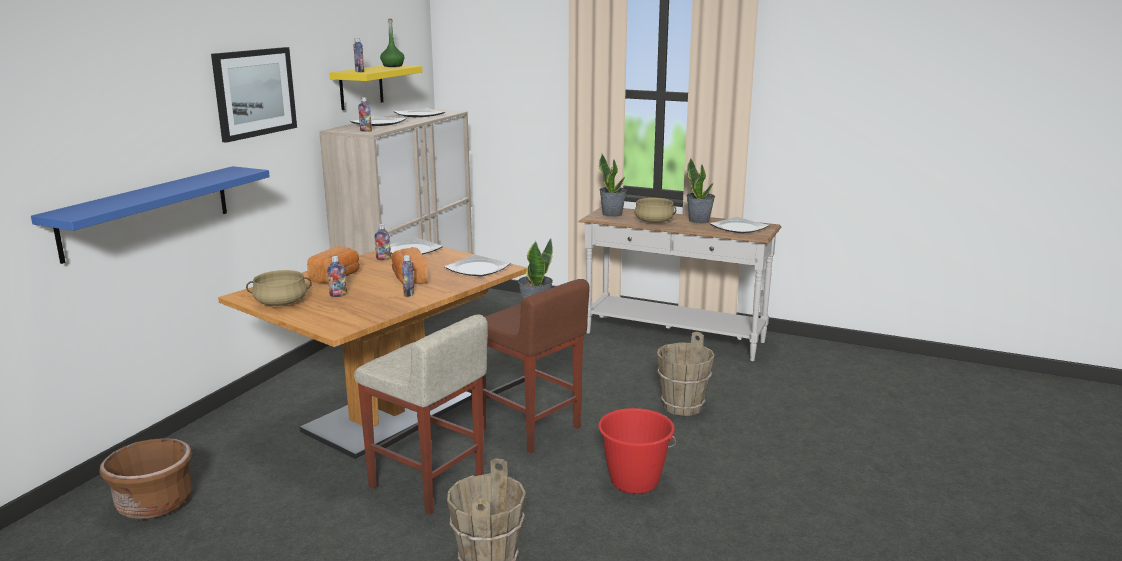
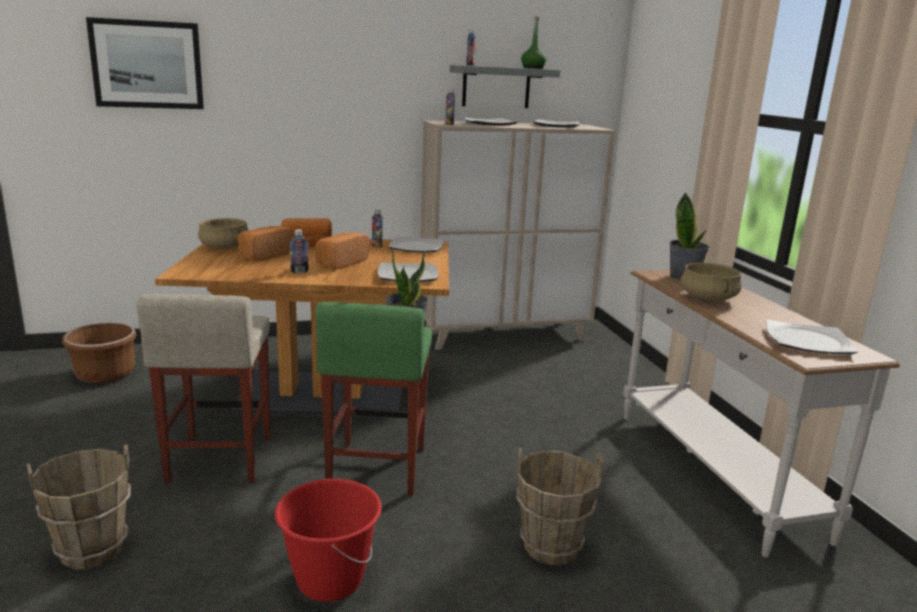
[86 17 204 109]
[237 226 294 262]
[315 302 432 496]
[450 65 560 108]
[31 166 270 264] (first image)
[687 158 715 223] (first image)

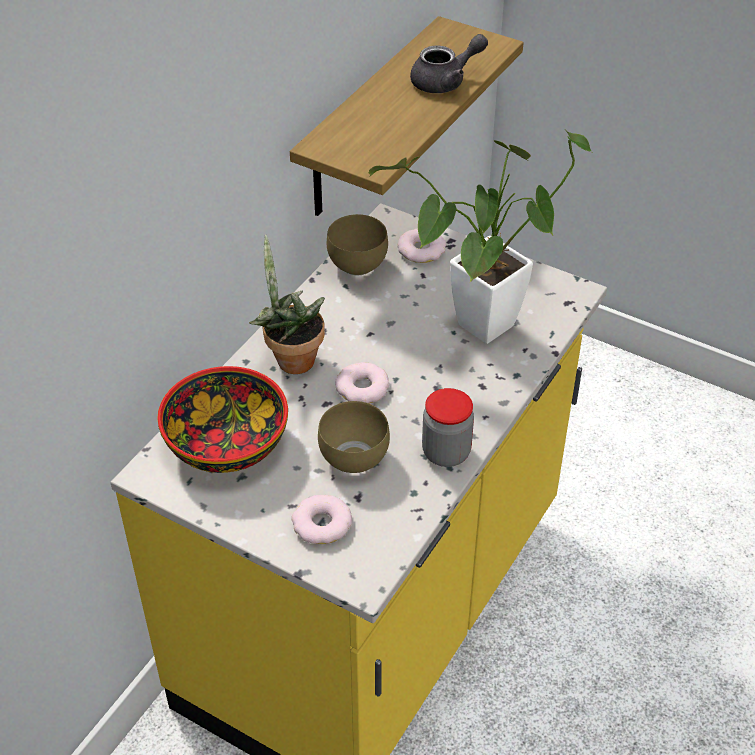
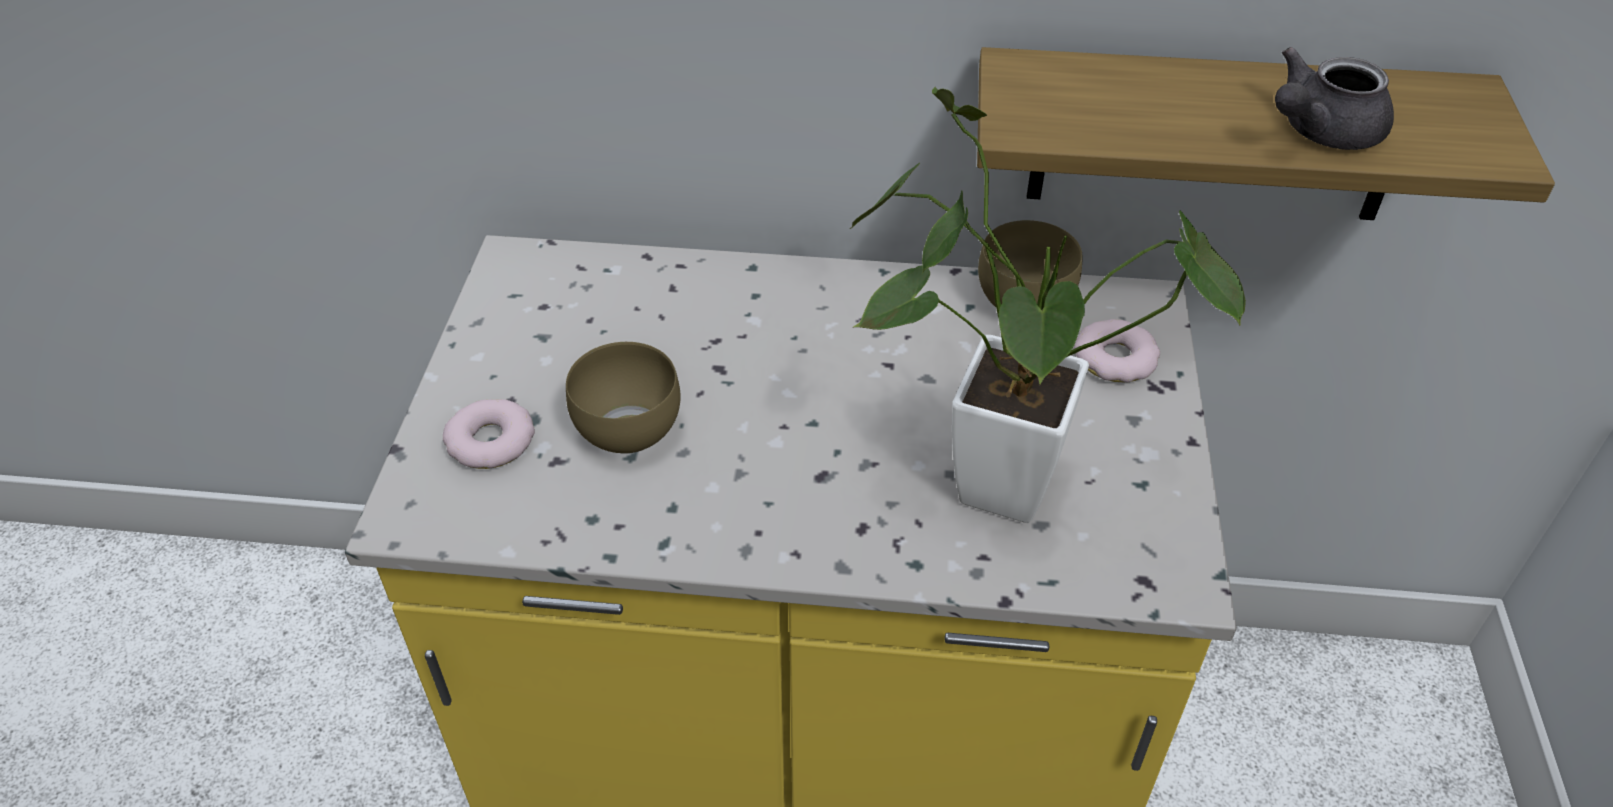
[1275 47 1394 150]
[157 366 288 473] (first image)
[249 235 325 374] (first image)
[335 362 389 404] (first image)
[422 388 474 467] (first image)

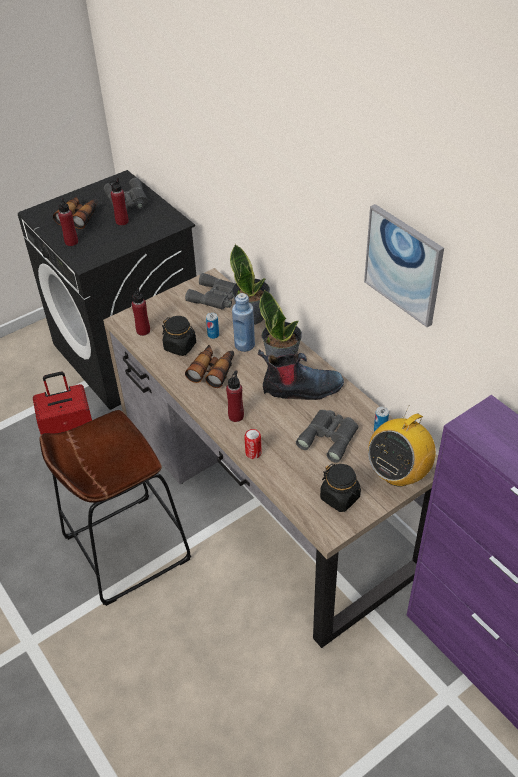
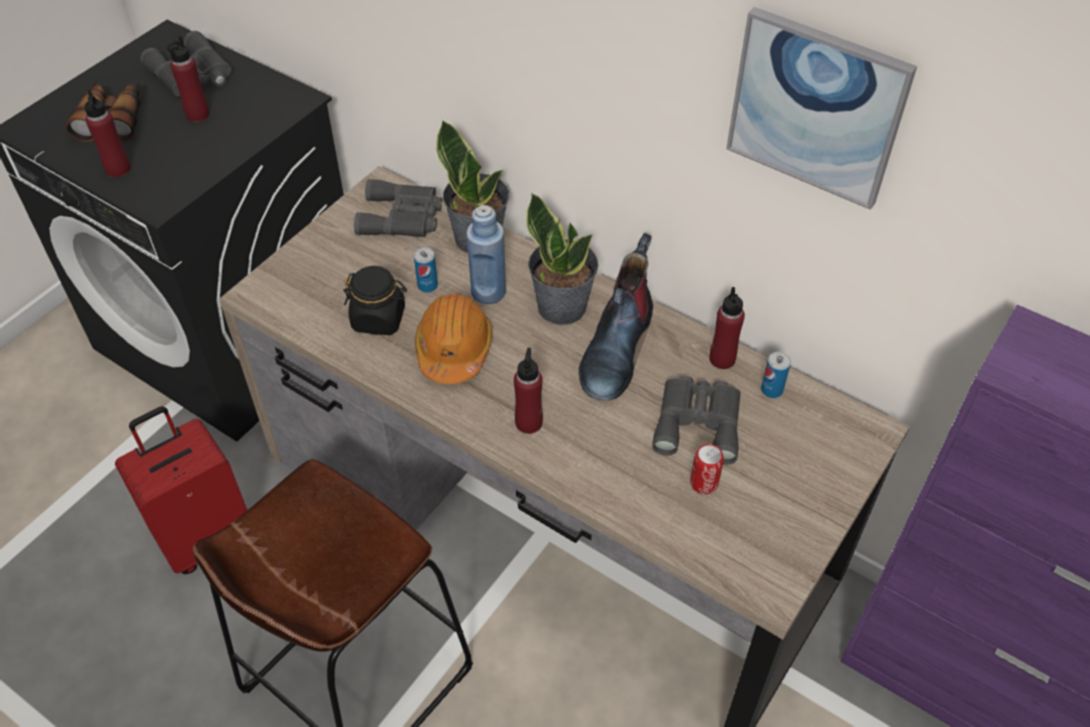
[415 293 492 384]
[579 233 653 401]
[690 444 724 494]
[709 287 745 369]
[320 464 361 512] (first image)
[368 405 436 486] (first image)

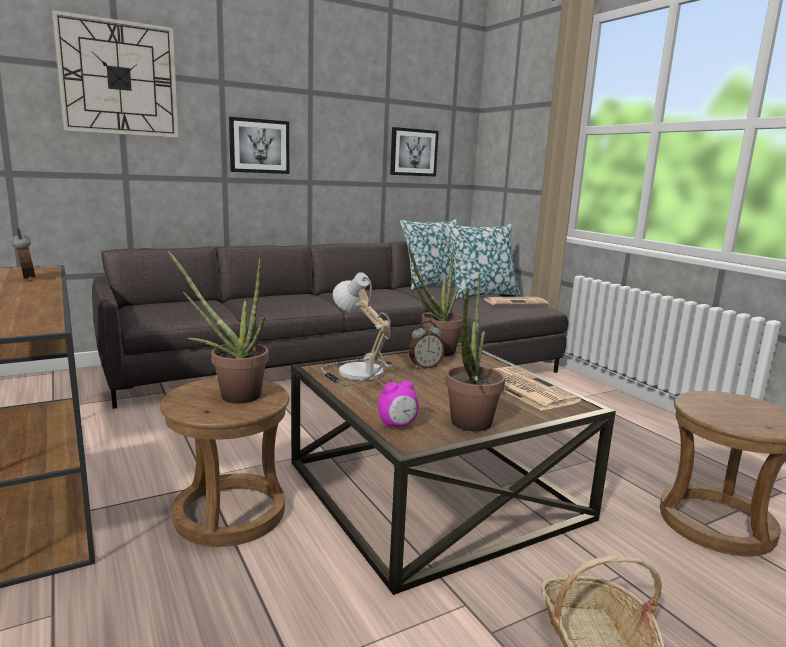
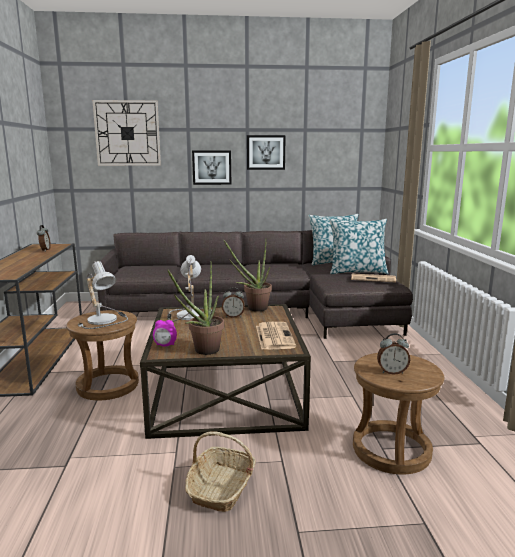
[78 261 128 329]
[247 135 286 170]
[377 333 410 375]

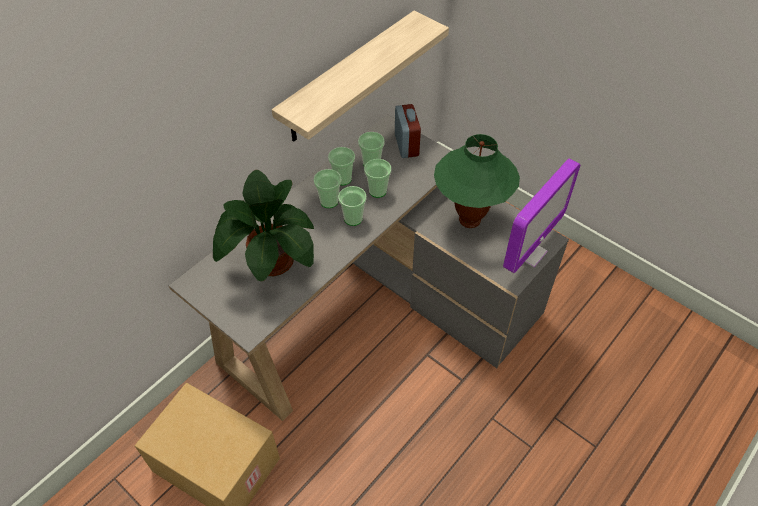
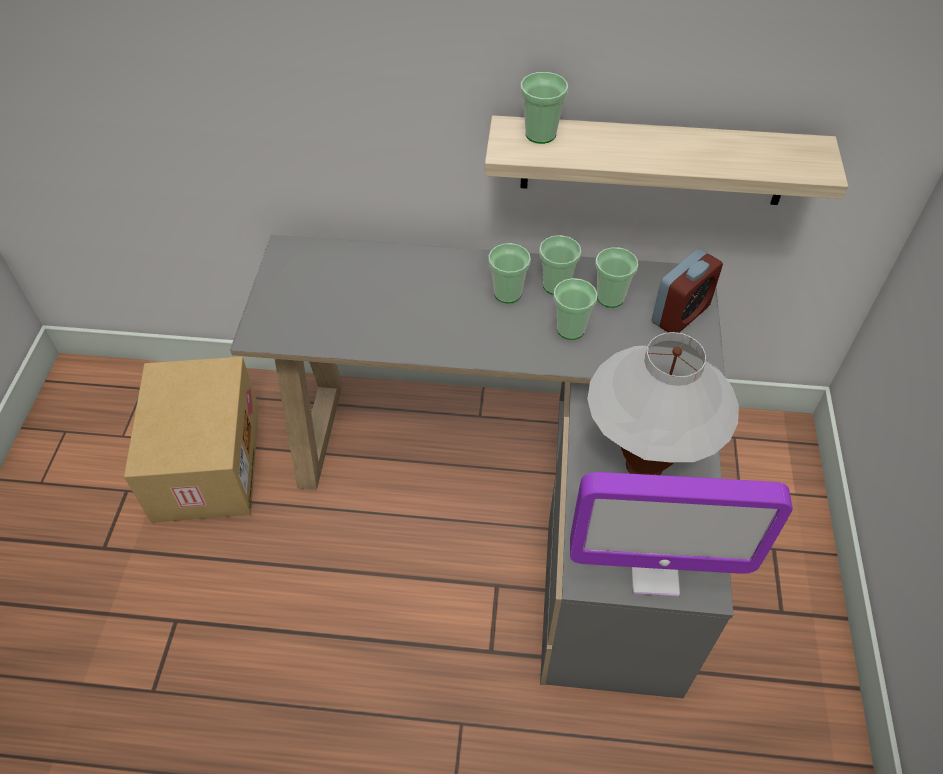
[521 72 568 144]
[587 332 739 475]
[213 170 314 281] (first image)

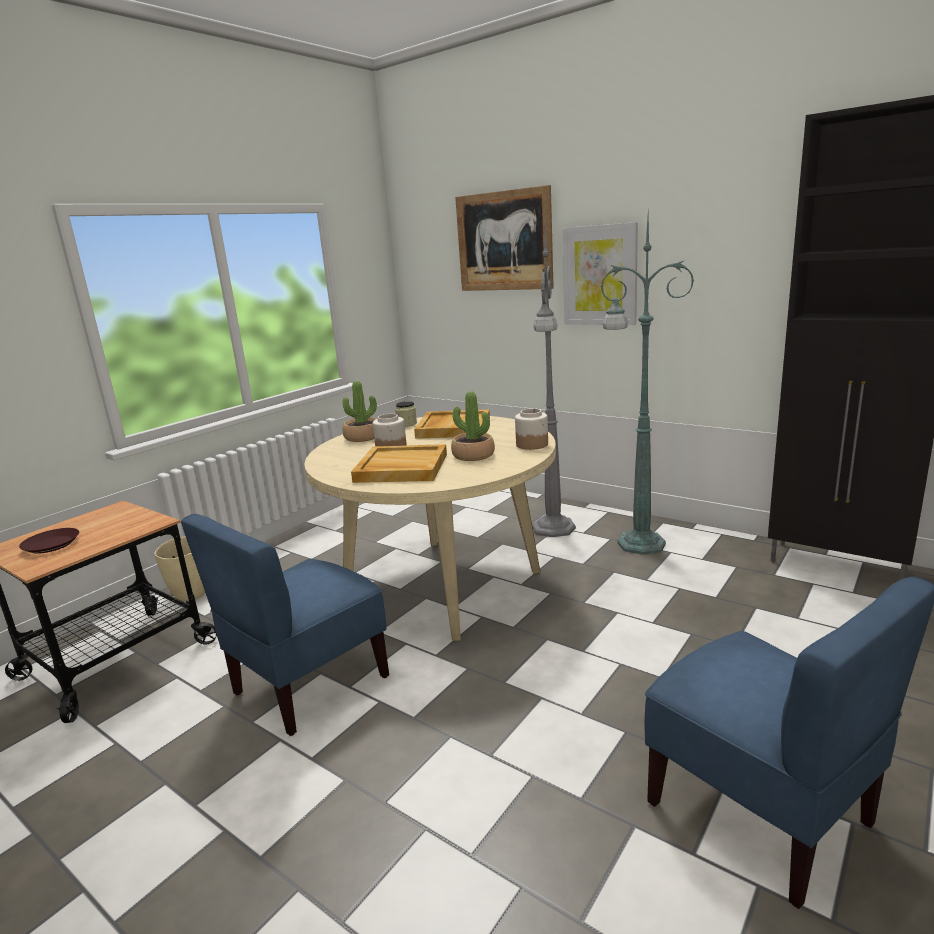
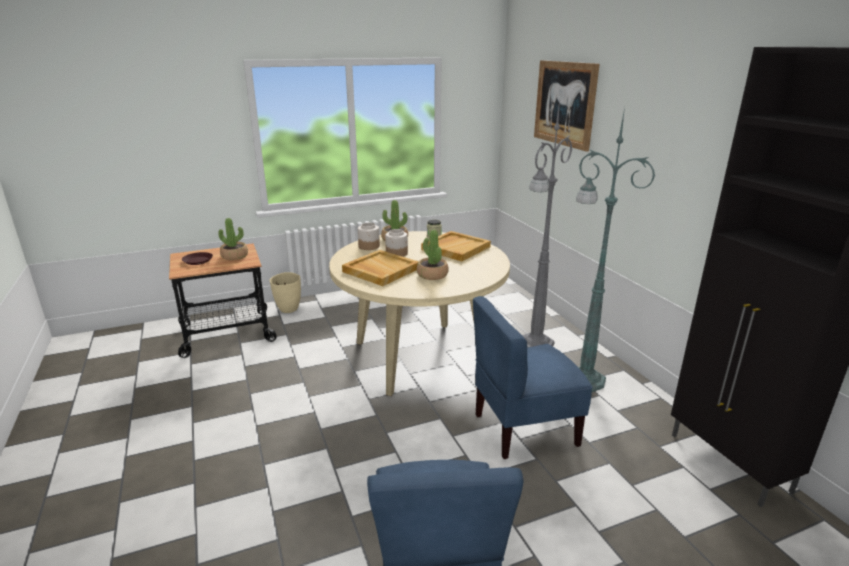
[218 218 248 260]
[358 223 380 250]
[473 296 593 459]
[562 222 638 325] (first image)

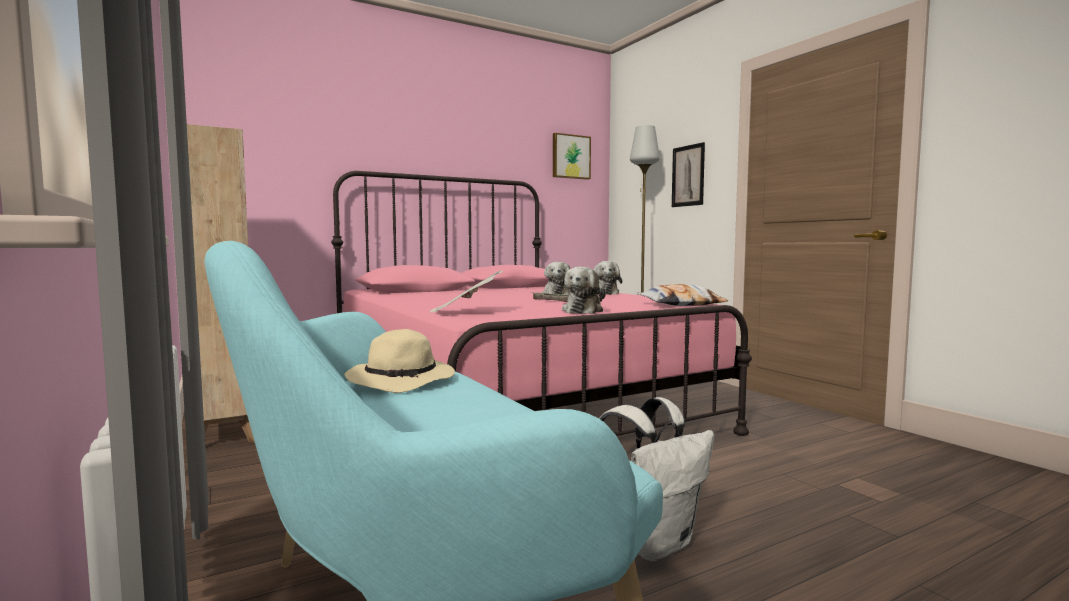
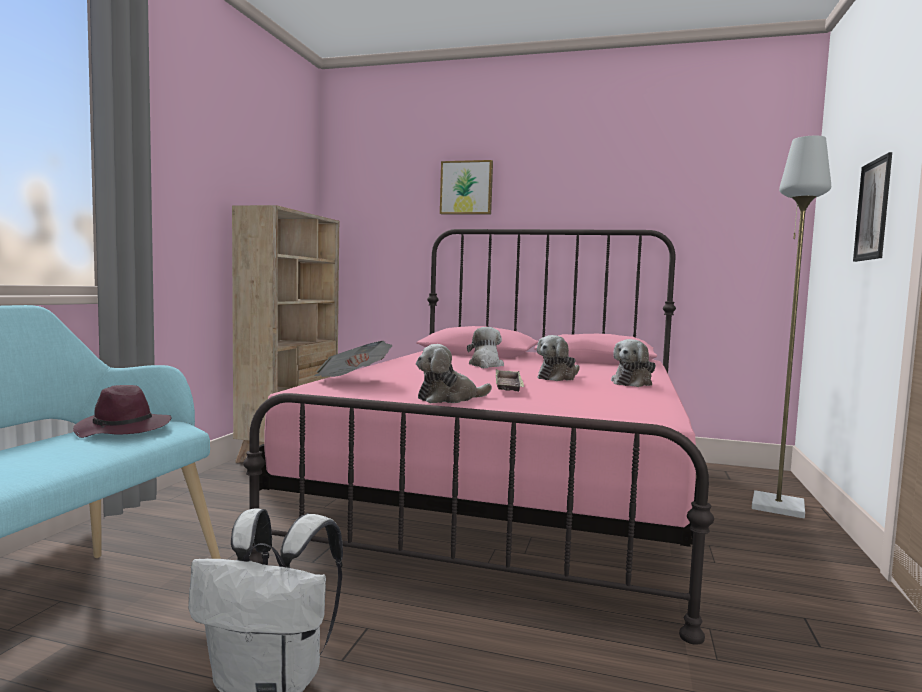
[73 385 172 438]
[440 160 493 215]
[467 327 504 368]
[637 284 728 306] (first image)

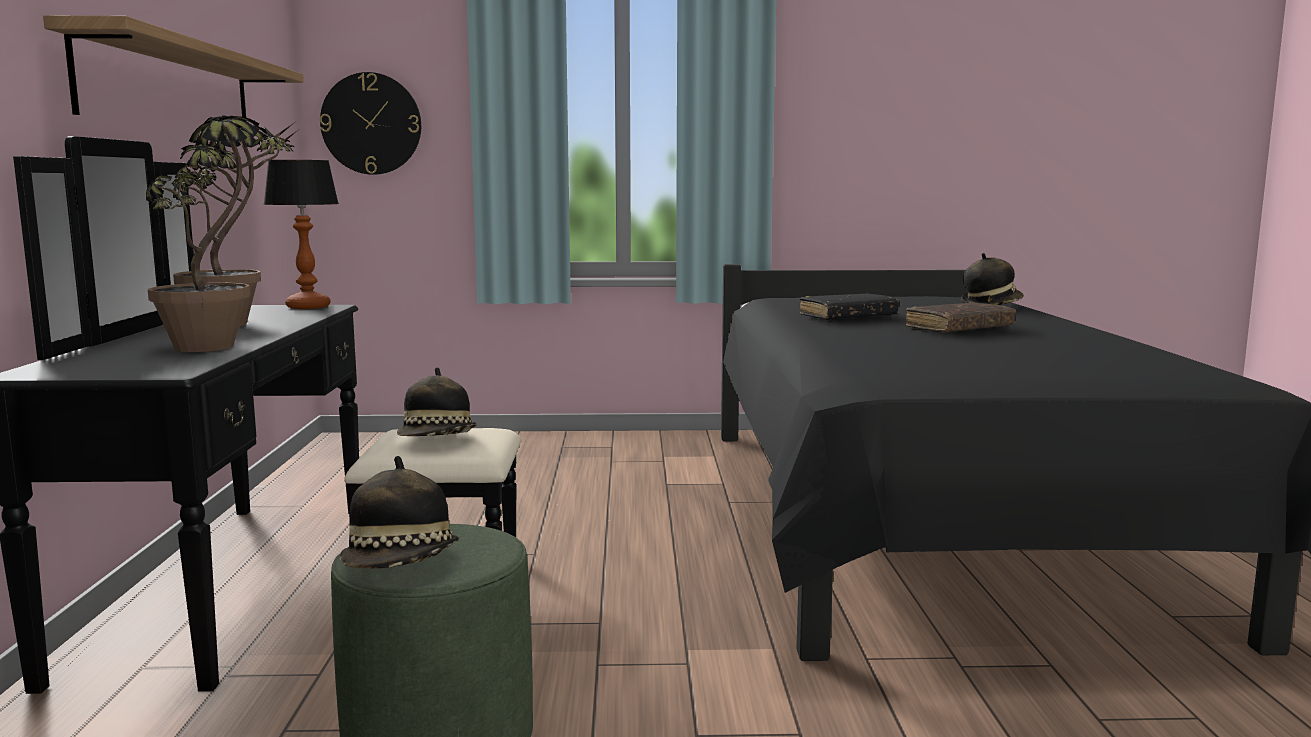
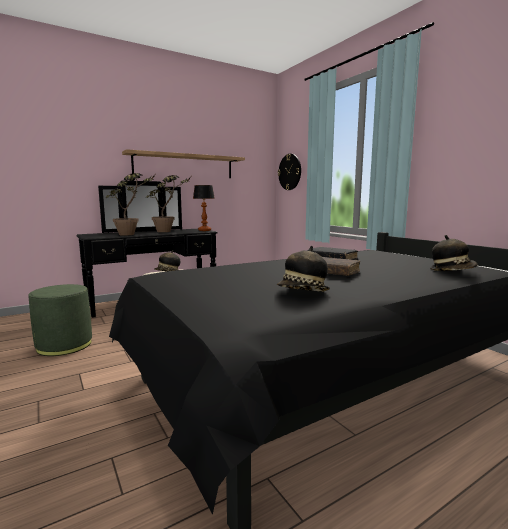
[277 246 330 292]

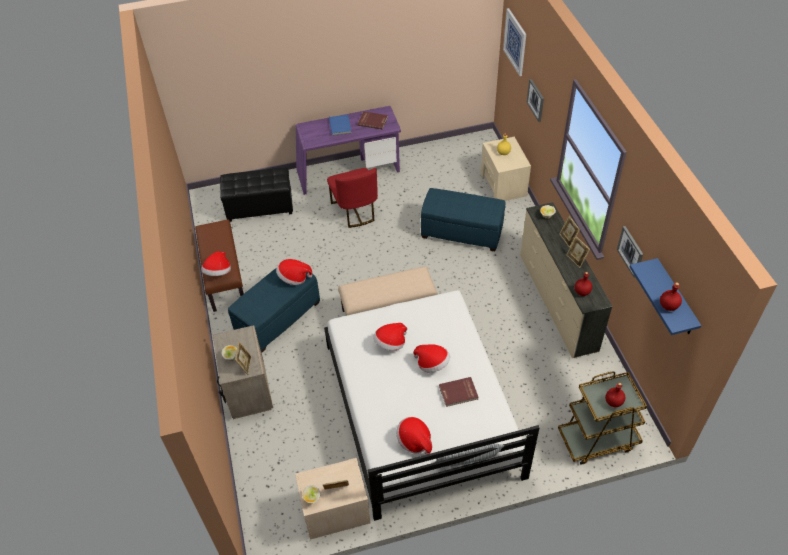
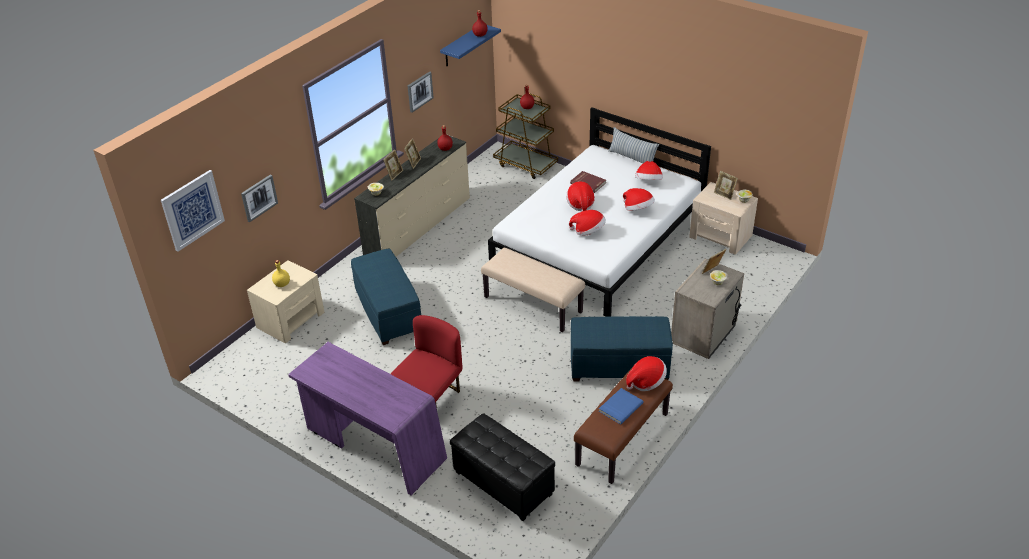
[599 388 644 425]
[623 188 655 211]
[358 111 388 130] (first image)

